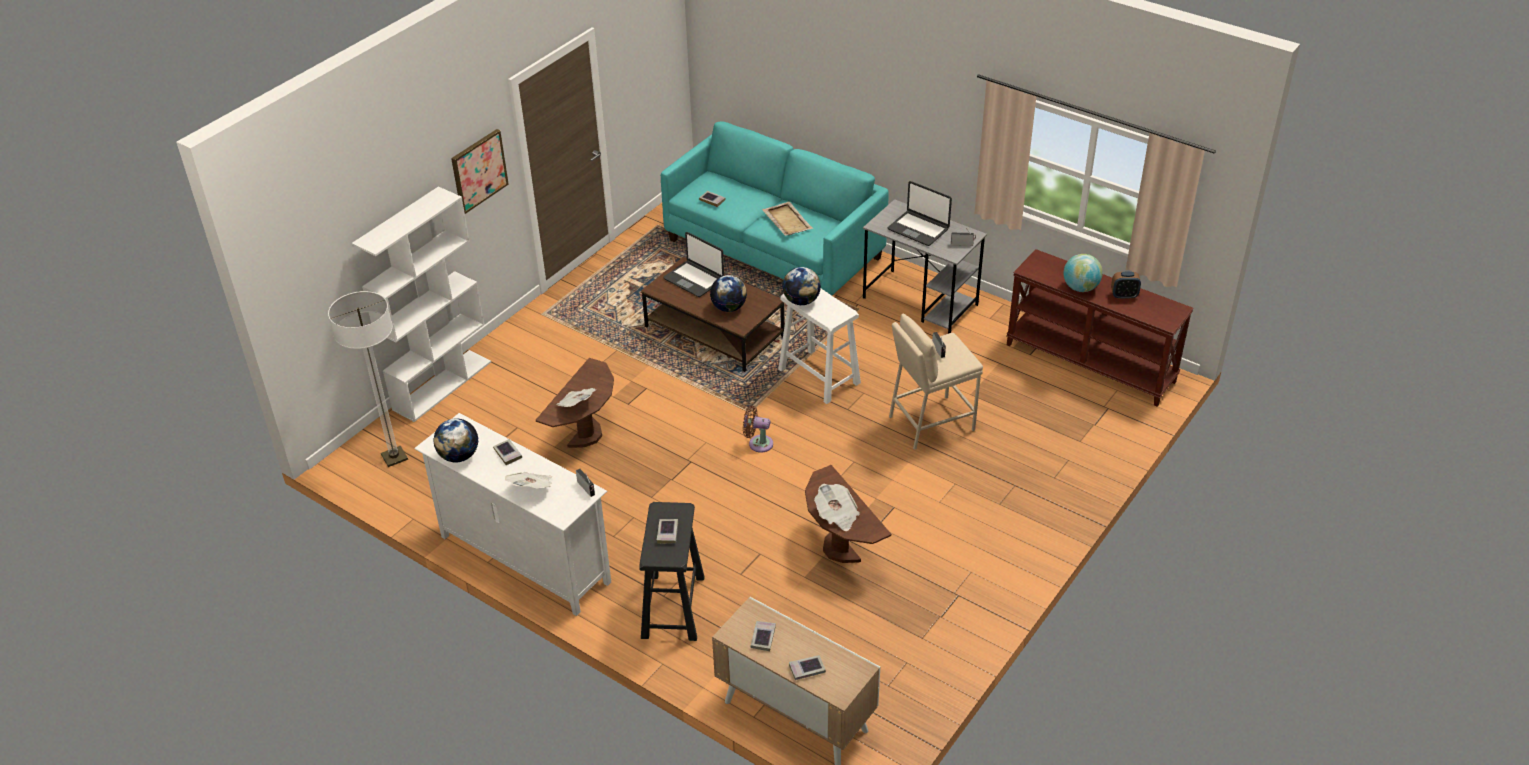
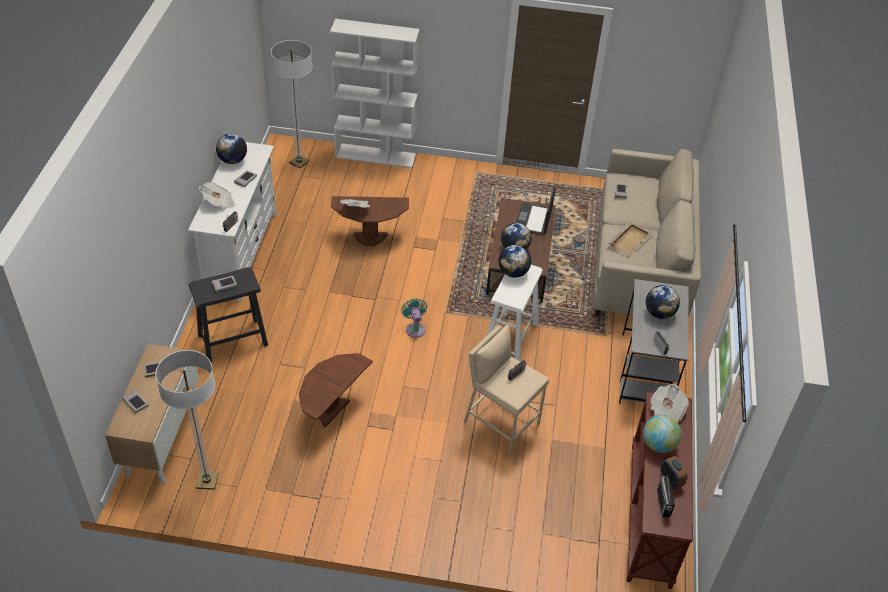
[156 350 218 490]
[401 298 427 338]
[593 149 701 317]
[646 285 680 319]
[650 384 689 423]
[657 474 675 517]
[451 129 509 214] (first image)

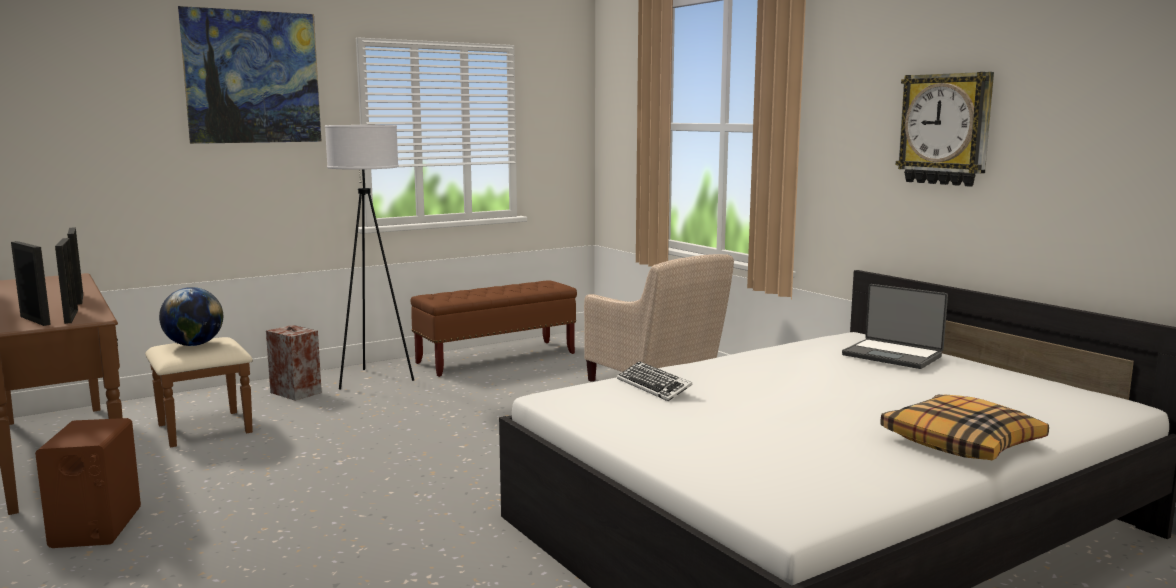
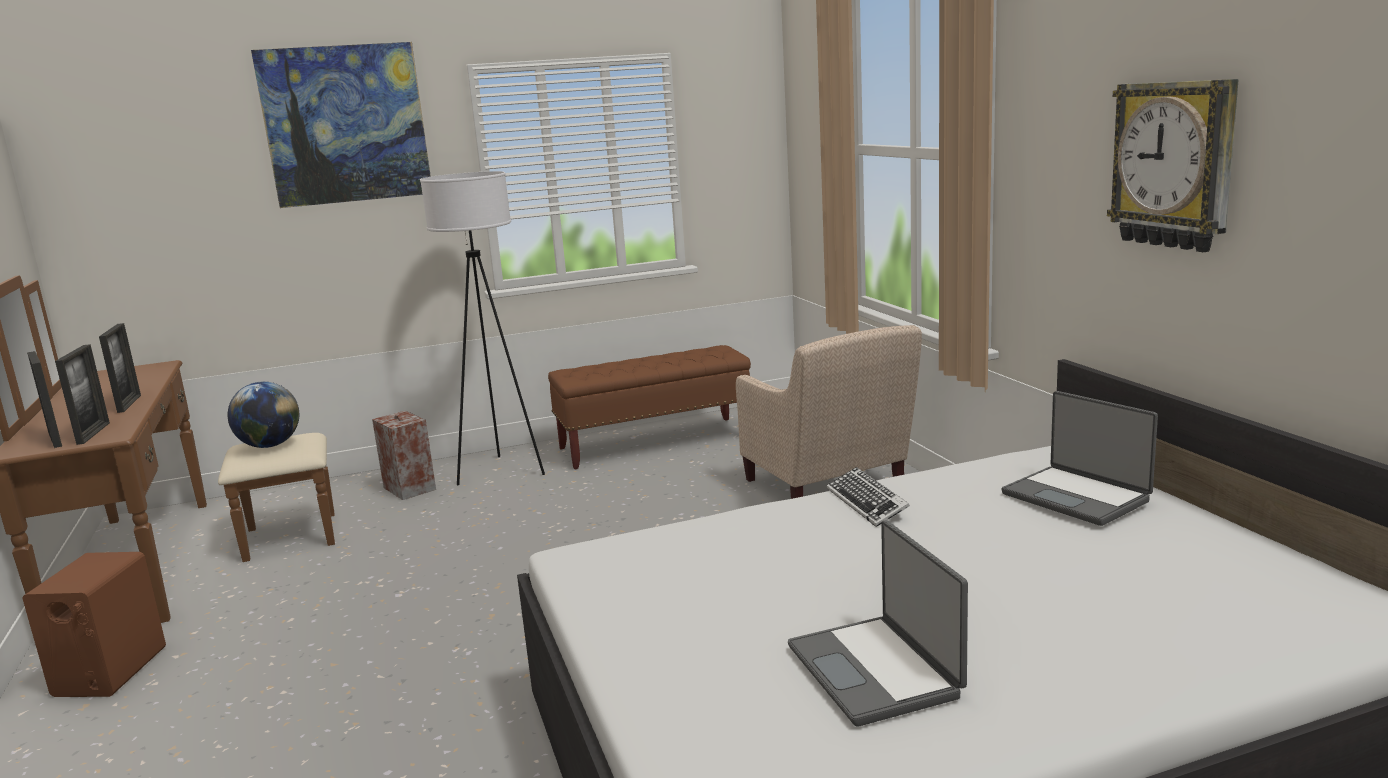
[788 520 968 727]
[827 467 910 527]
[880 394 1049 460] (first image)

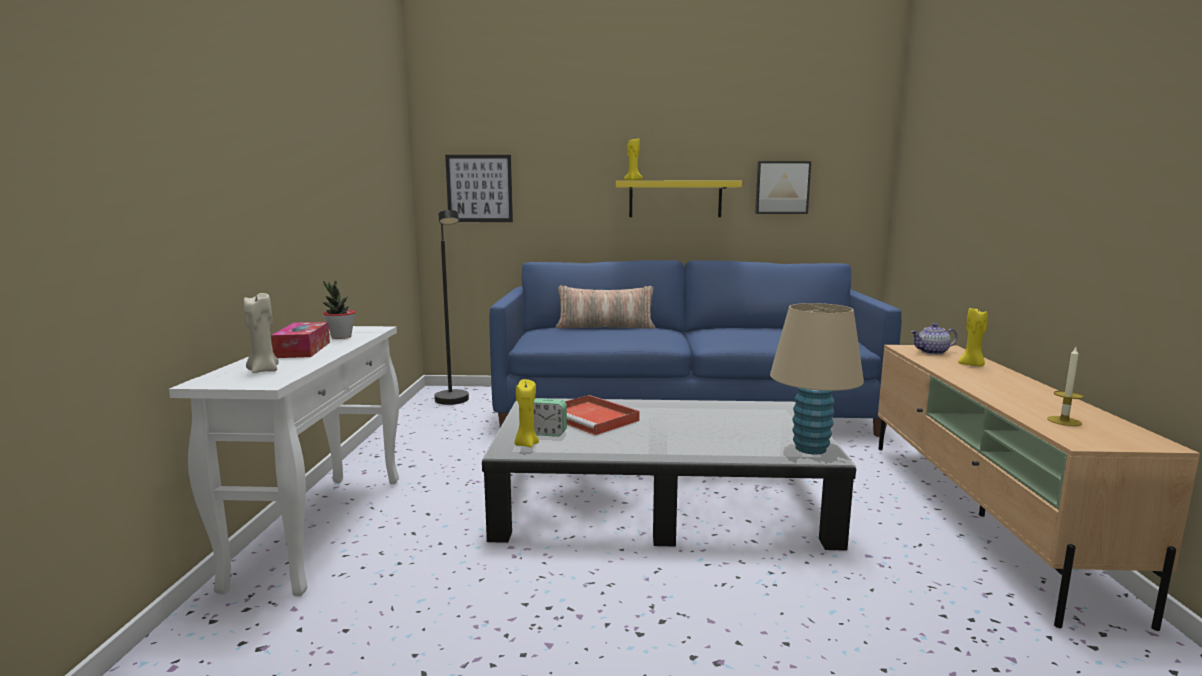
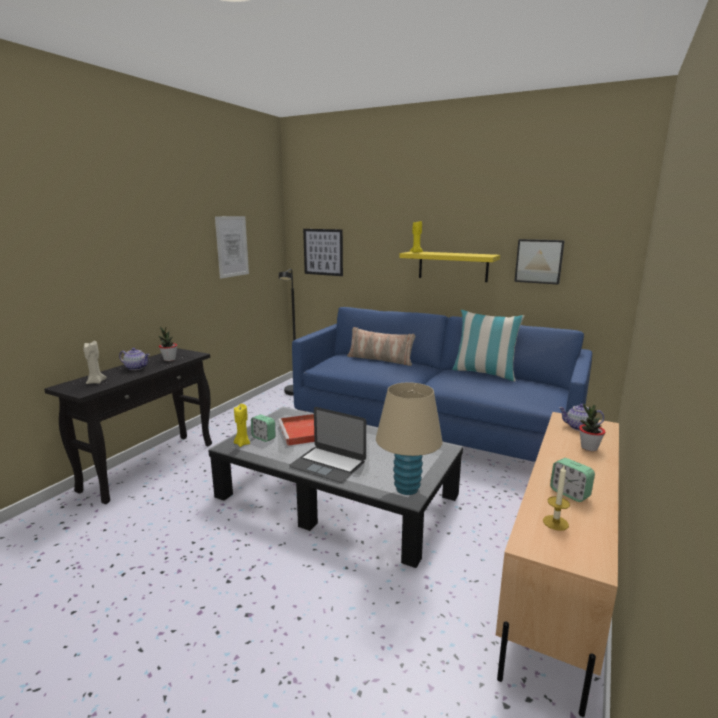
[44 348 212 504]
[119 348 150 370]
[215 216 249 279]
[289 407 366 483]
[452 310 525 382]
[550 458 595 502]
[579 404 605 451]

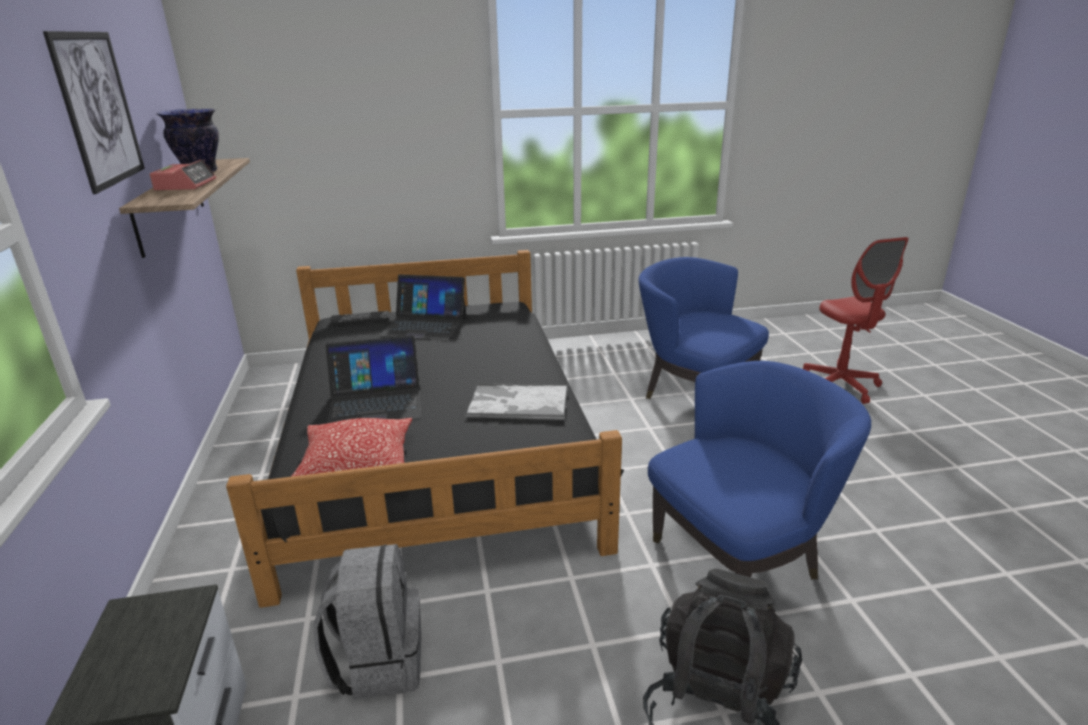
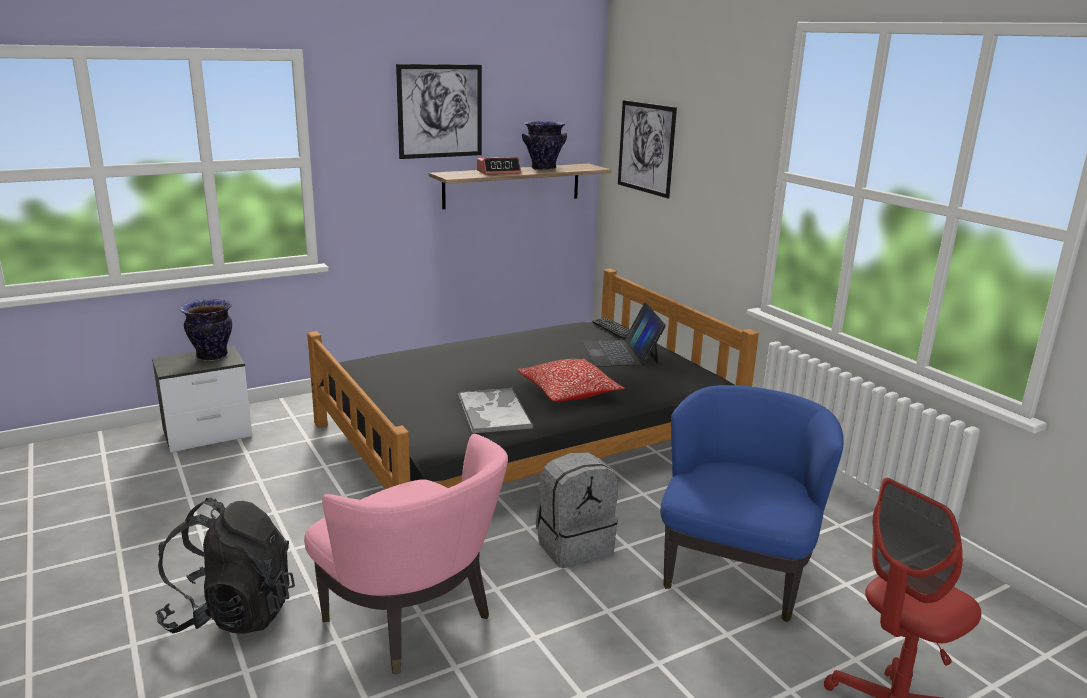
[180 299 232 361]
[304 434 508 674]
[517 359 625 401]
[536 452 618 568]
[618 100 677 198]
[325 336 421 423] (first image)

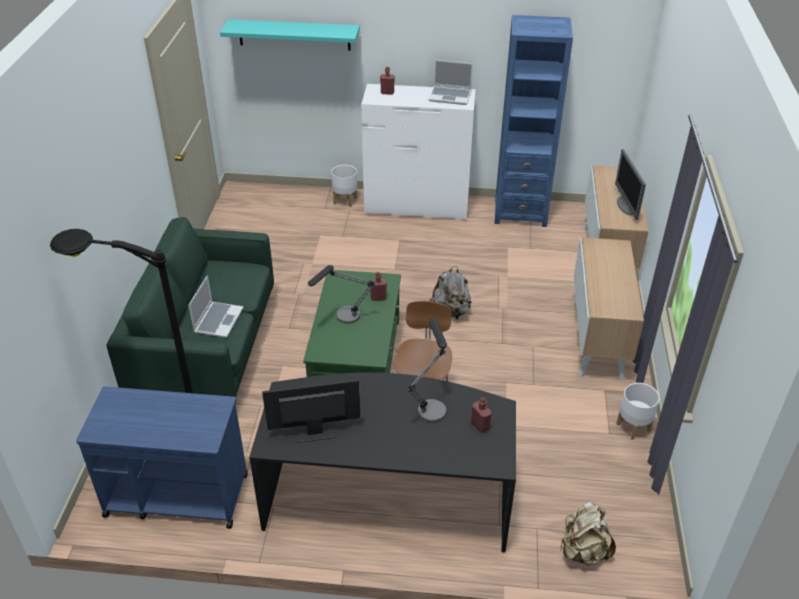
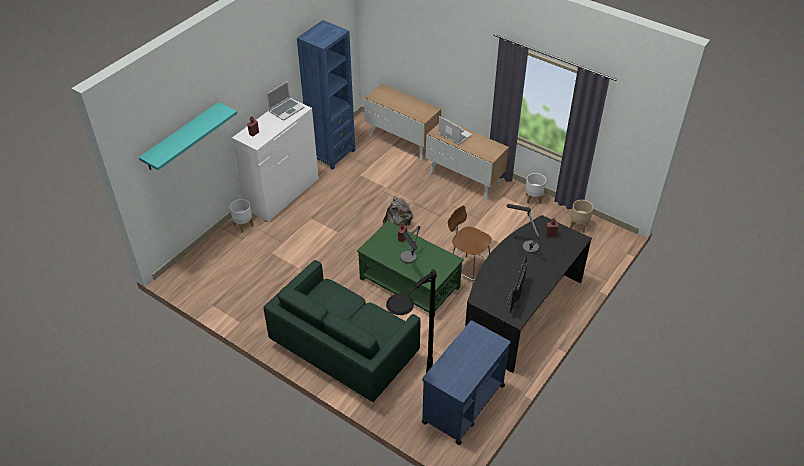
[438 116 472 145]
[570 200 593 233]
[560 501 616 566] (first image)
[615 149 646 220] (first image)

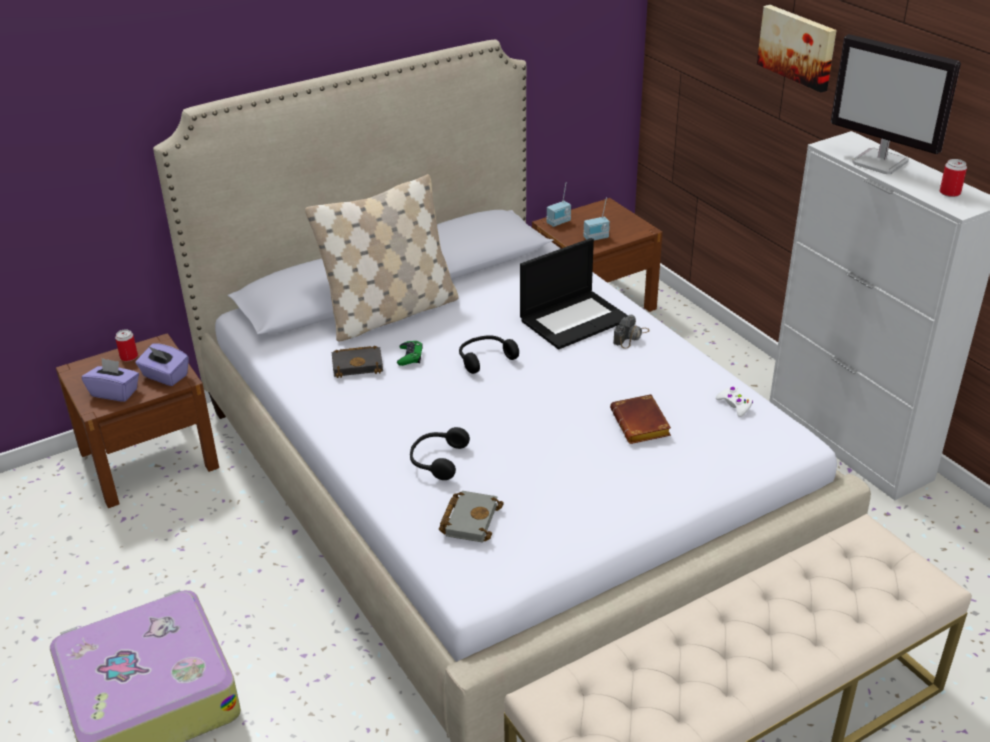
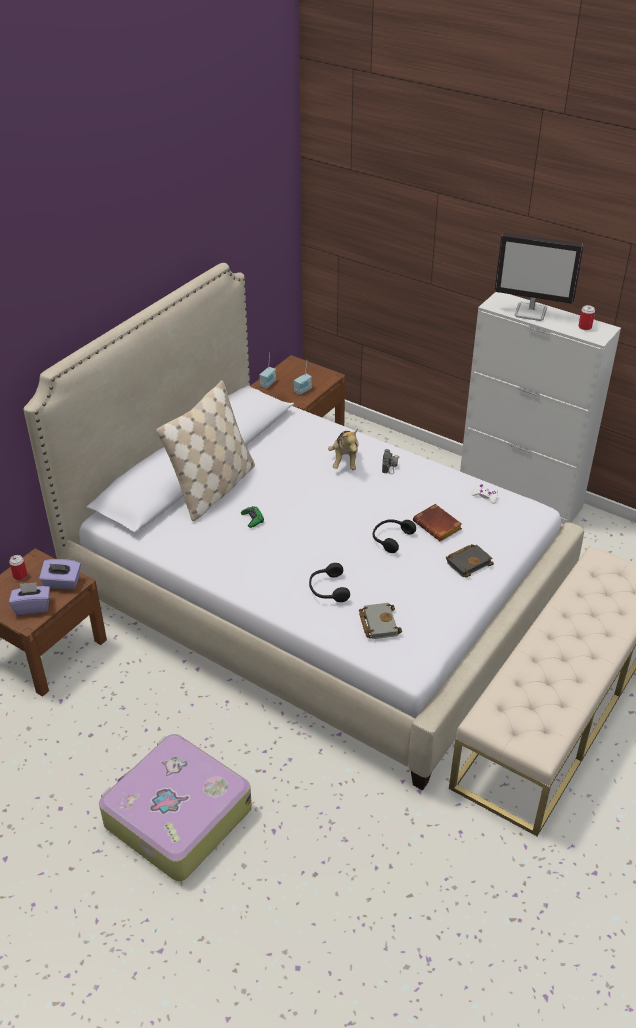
[328 429 359 470]
[373 519 416 553]
[446 544 494 578]
[757 5 837 93] (first image)

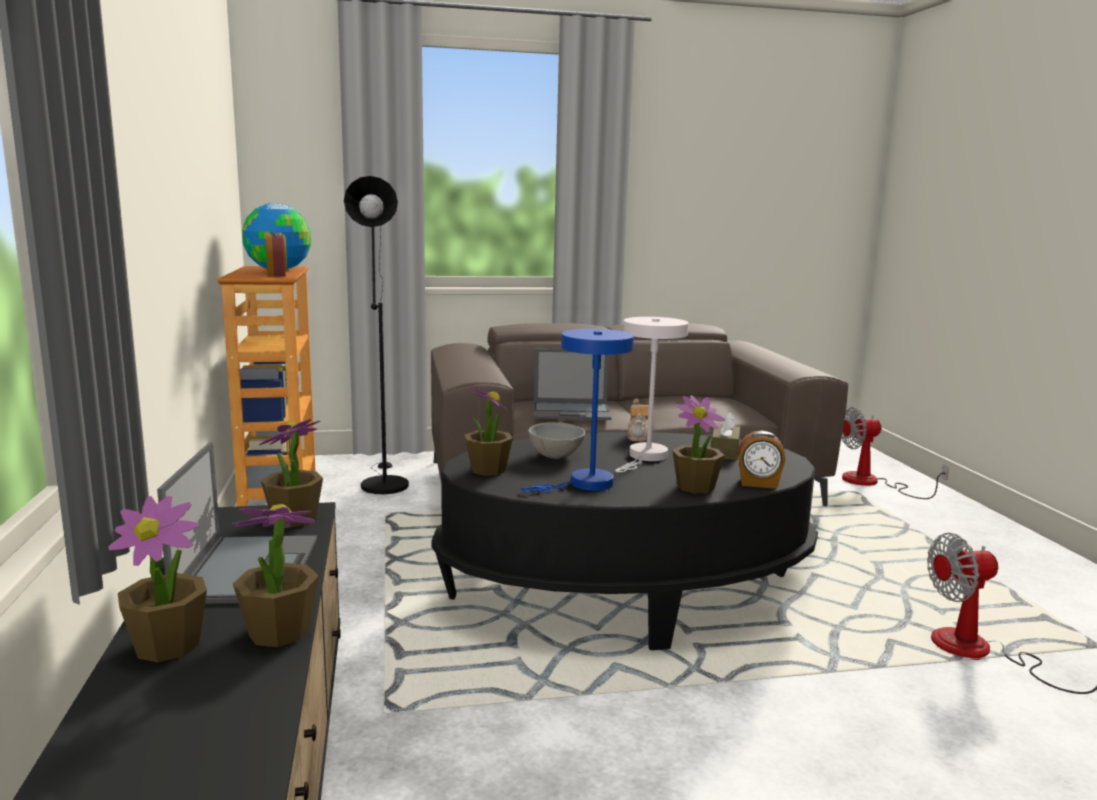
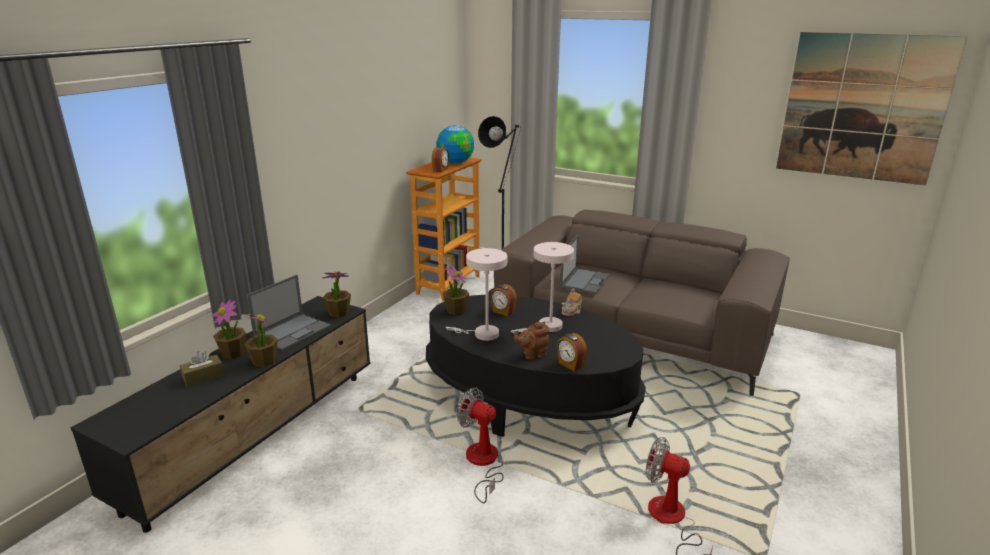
[180 351 224 387]
[446 248 507 341]
[457 388 503 503]
[490 284 517 317]
[514 322 549 360]
[560 235 610 294]
[776 32 967 185]

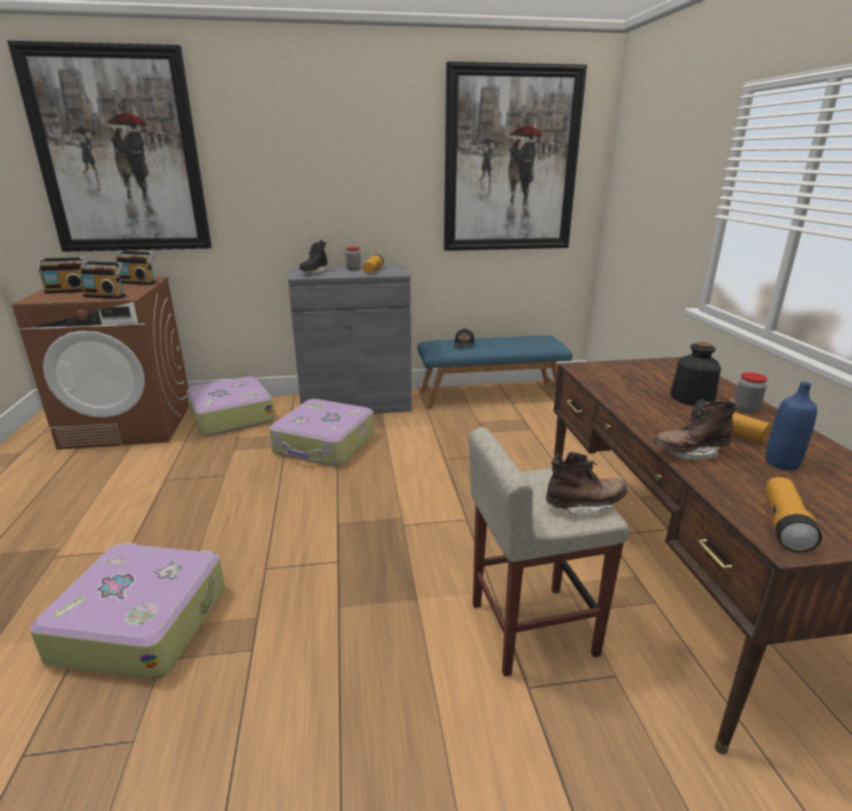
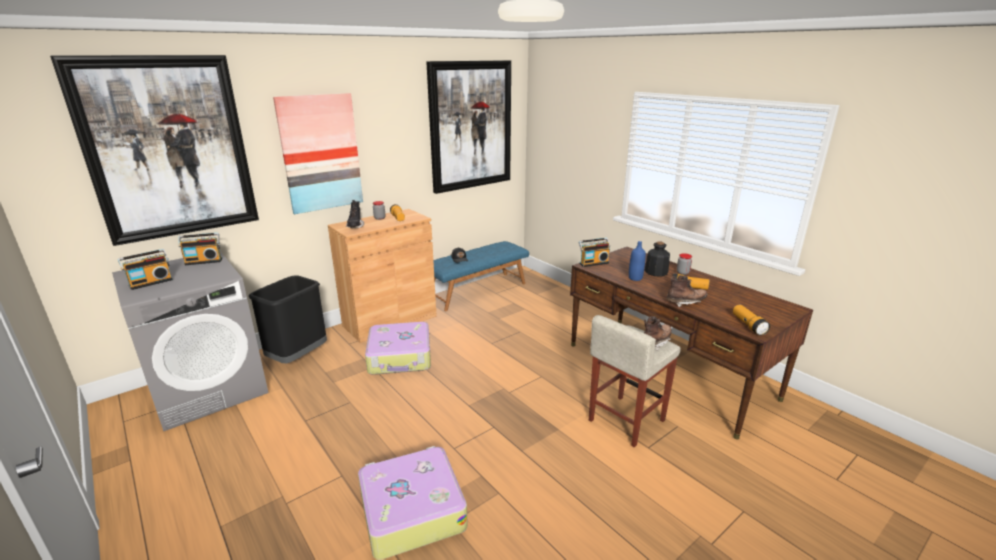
[112 251 268 431]
[249 275 327 363]
[273 93 363 214]
[328 209 437 343]
[579 238 610 267]
[629 241 646 281]
[667 275 708 307]

